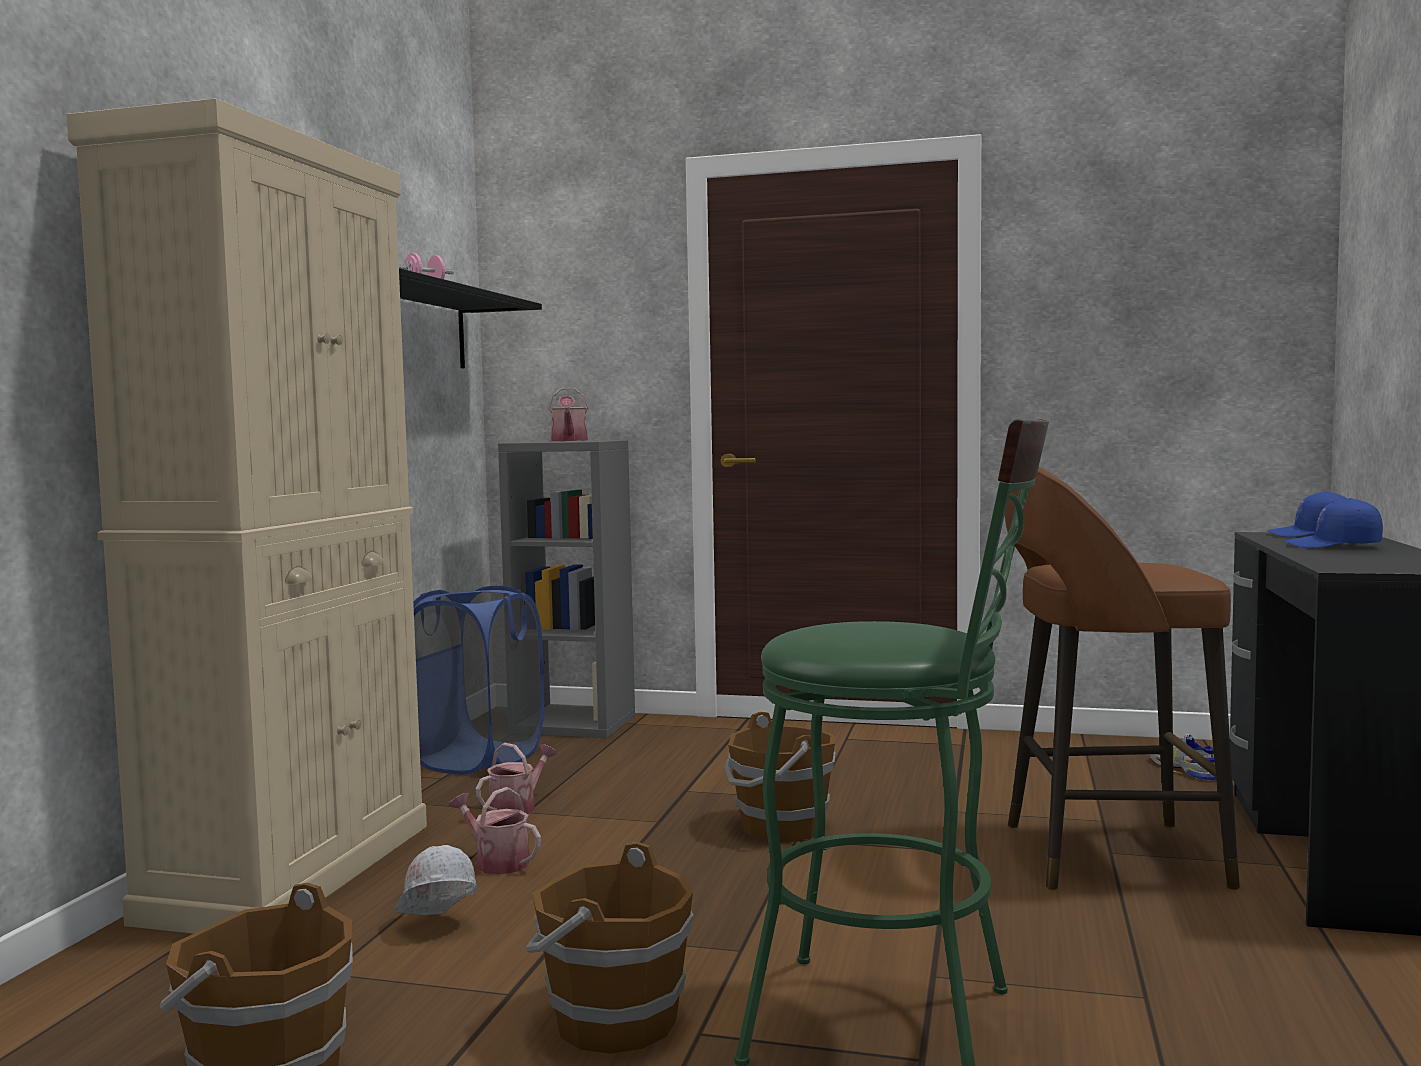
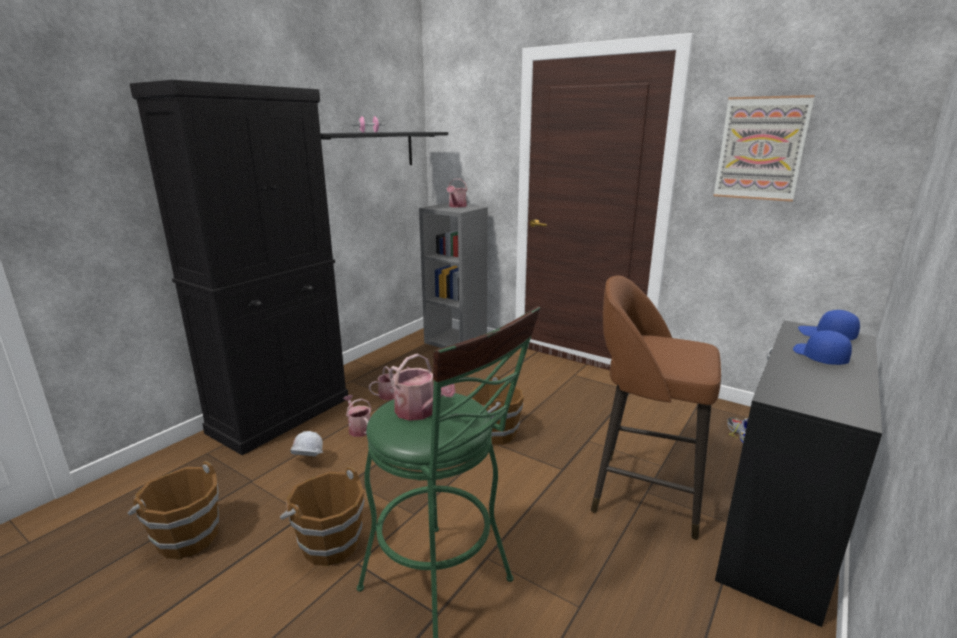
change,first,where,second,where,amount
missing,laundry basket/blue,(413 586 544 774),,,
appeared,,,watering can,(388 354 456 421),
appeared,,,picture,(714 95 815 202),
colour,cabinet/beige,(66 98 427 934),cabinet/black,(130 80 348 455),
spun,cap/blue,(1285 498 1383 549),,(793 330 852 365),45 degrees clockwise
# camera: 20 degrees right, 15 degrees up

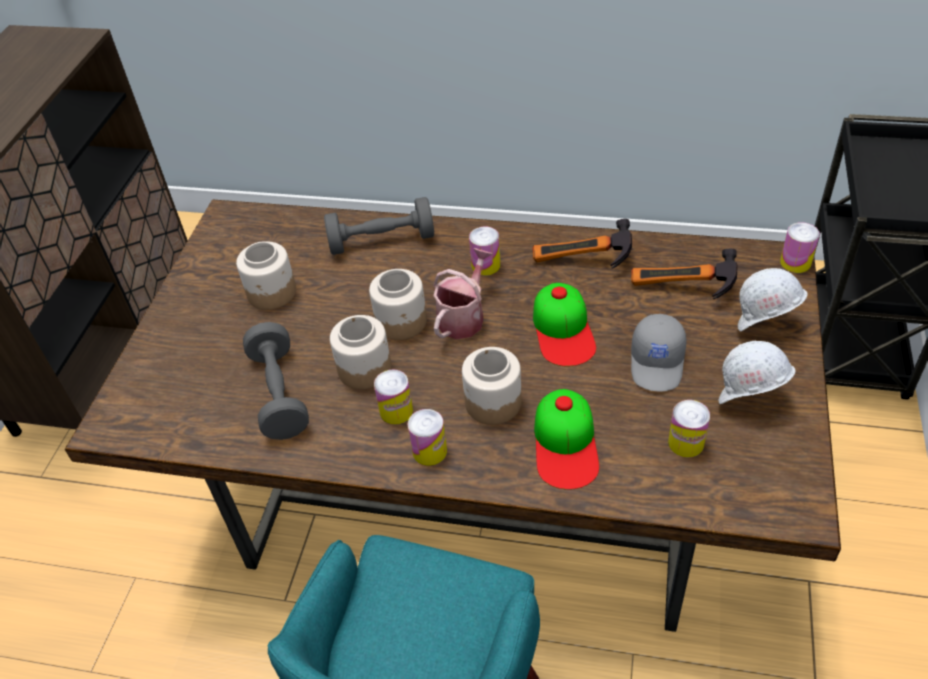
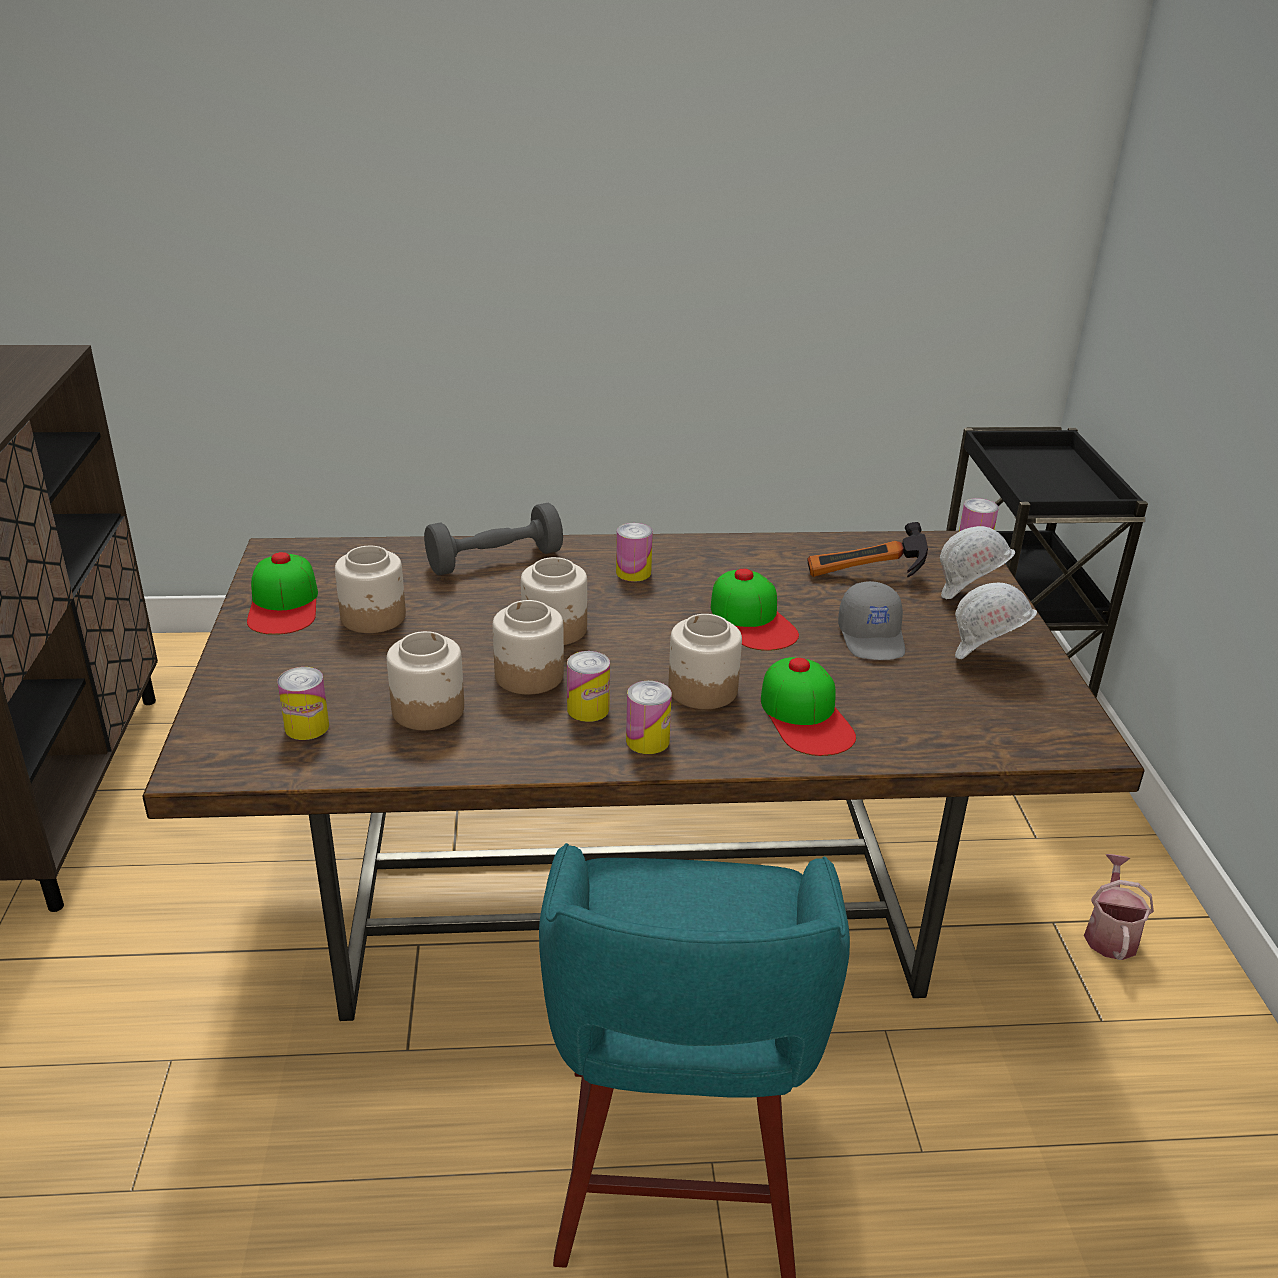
change,first,where,second,where,amount
missing,hammer,(532 219 632 268),,,
appeared,,,cap,(247 552 318 635),
relocated,watering can,(433 248 492 339),,(1084 854 1154 960),
relocated,can,(668 400 710 457),,(277 667 329 740),
exchanged,dumbbell/grey,(243 322 309 440),jar,(387 631 464 730),
# camera: 20 degrees left, 15 degrees down

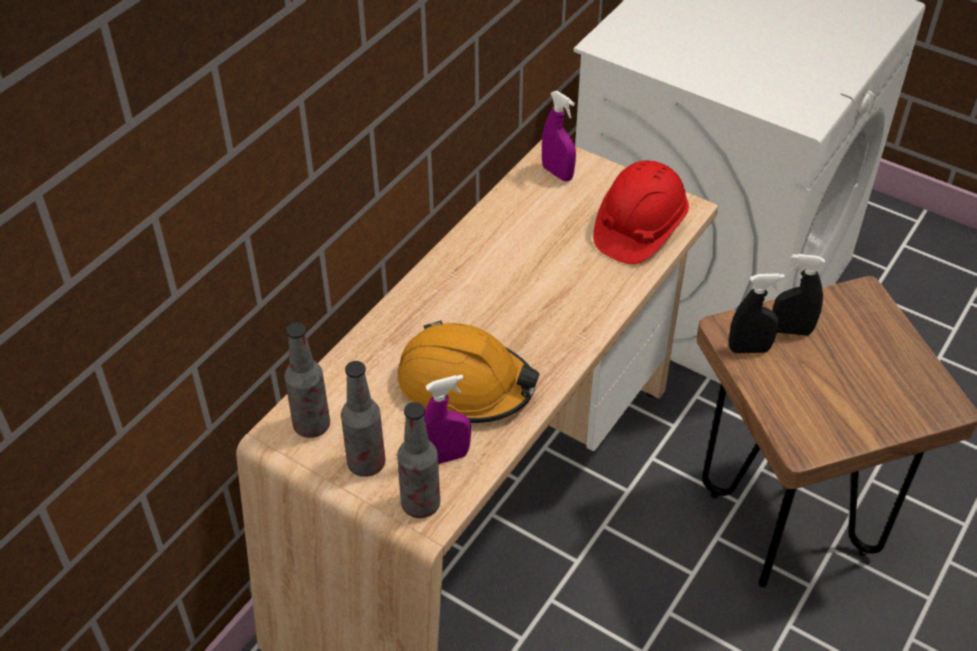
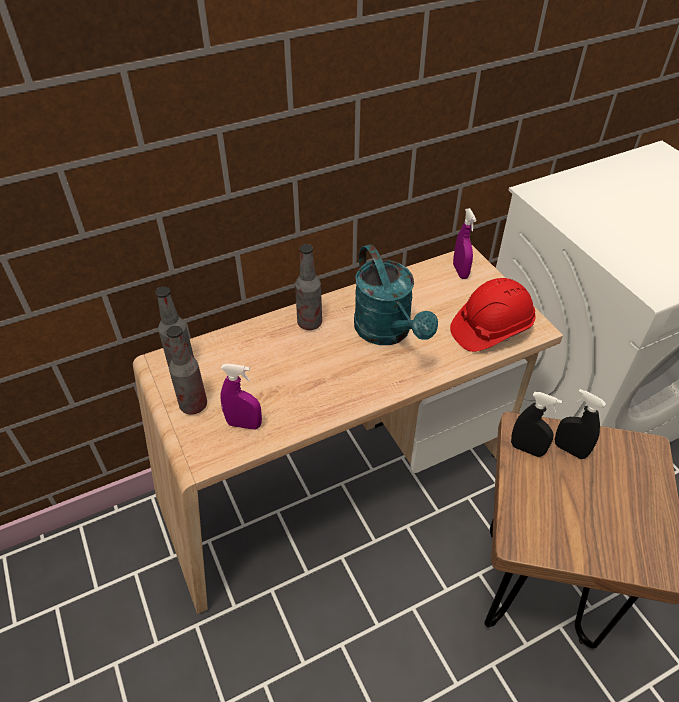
change,first,where,second,where,amount
missing,hard hat/orange,(397 320 540 423),,,
appeared,,,watering can/turquoise,(354 244 438 345),
relocated,bottle,(397 402 440 518),,(295 244 322 330),
# camera: 30 degrees right, 0 degrees up

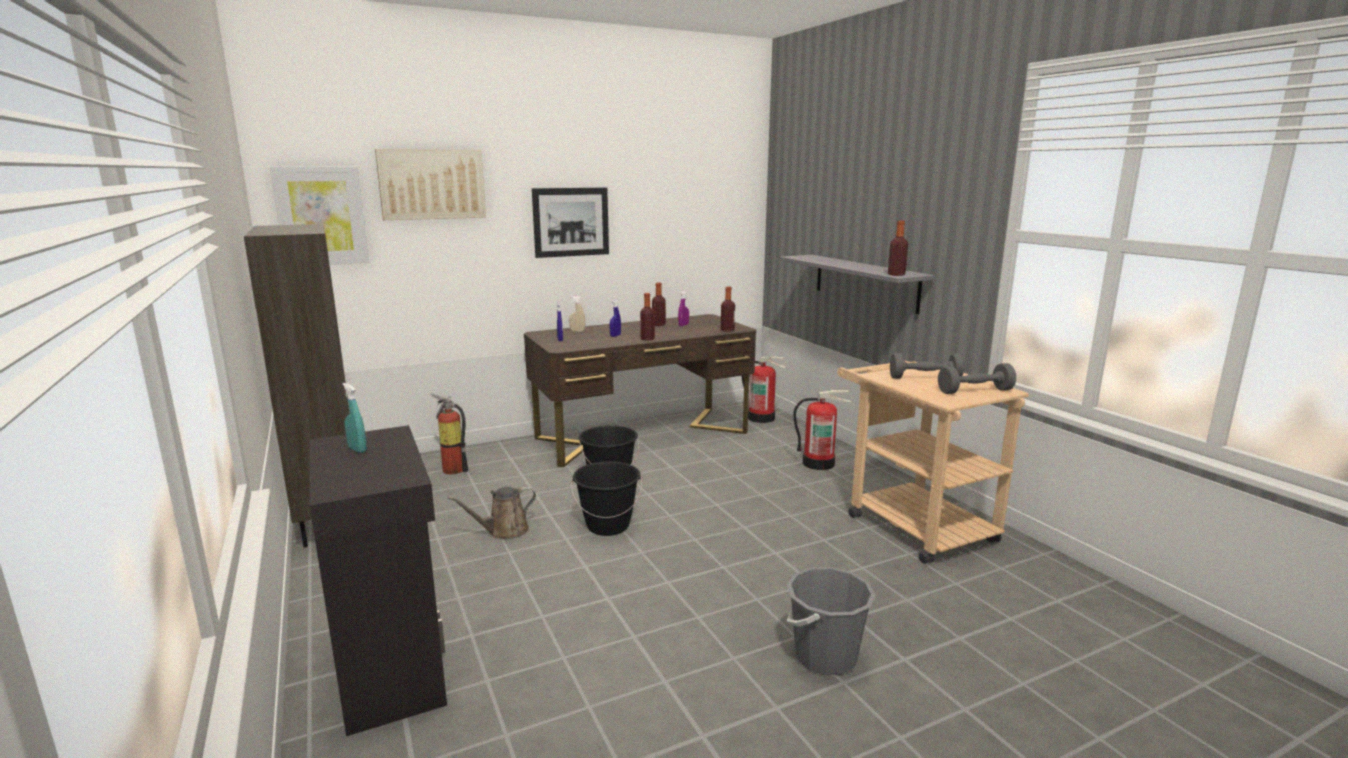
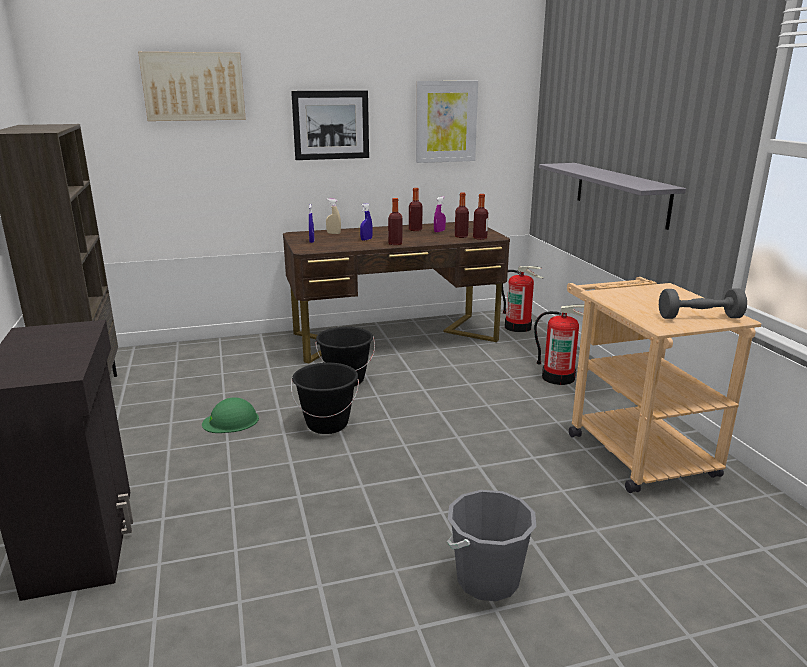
change,first,where,second,where,amount
missing,spray bottle/turquoise,(342 383 367 453),,,
missing,fire extinguisher,(431 393 468 474),,,
missing,dumbbell/grey,(890 353 964 379),,,
relocated,picture,(270 167 369 265),,(416 81 478 163),
relocated,bottle,(888 221 908 276),,(455 193 469 238),
exchanged,watering can/brown,(448 486 536 539),hard hat/green,(202 398 259 433),
# camera: 10 degrees right, 5 degrees up

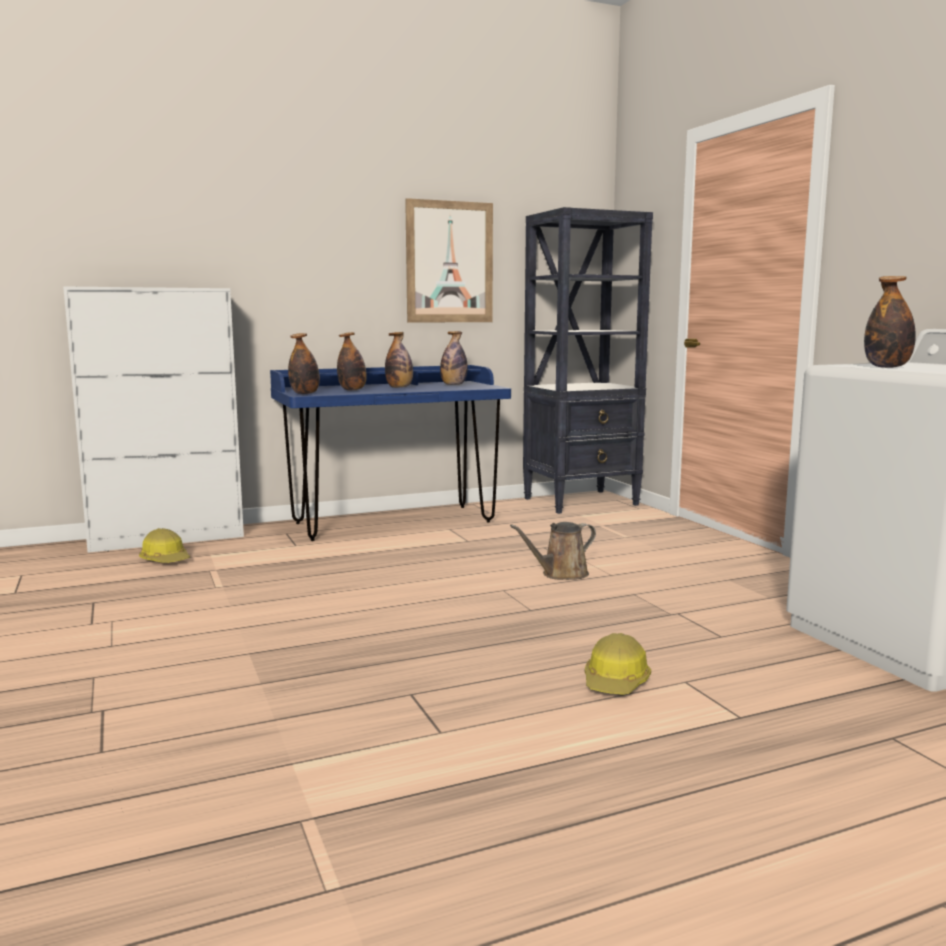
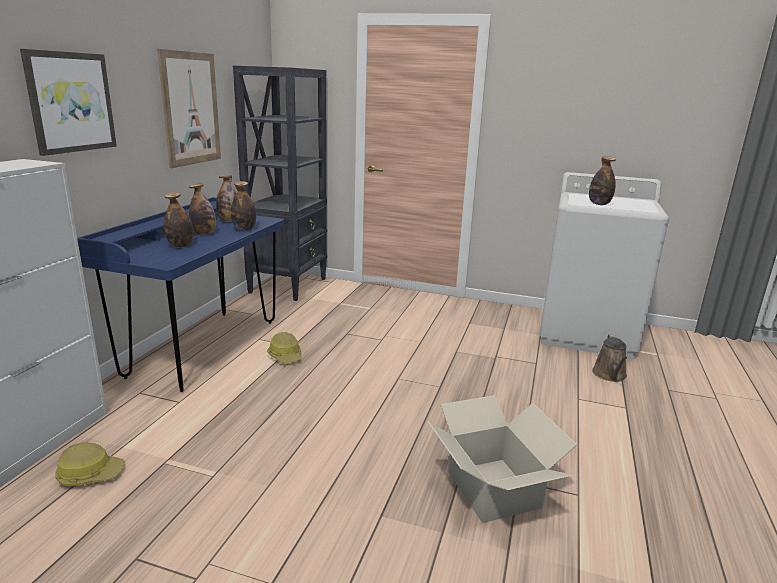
change,first,where,second,where,amount
appeared,,,picture,(20 49 117 156),
appeared,,,cardboard box,(428 395 577 523),
relocated,bottle,(288 333 320 394),,(231 181 256 230),
relocated,watering can/brown,(510 522 596 580),,(592 334 627 382),
relocated,hard hat,(585 633 651 695),,(267 332 302 363),
# camera: 50 degrees left, 10 degrees up

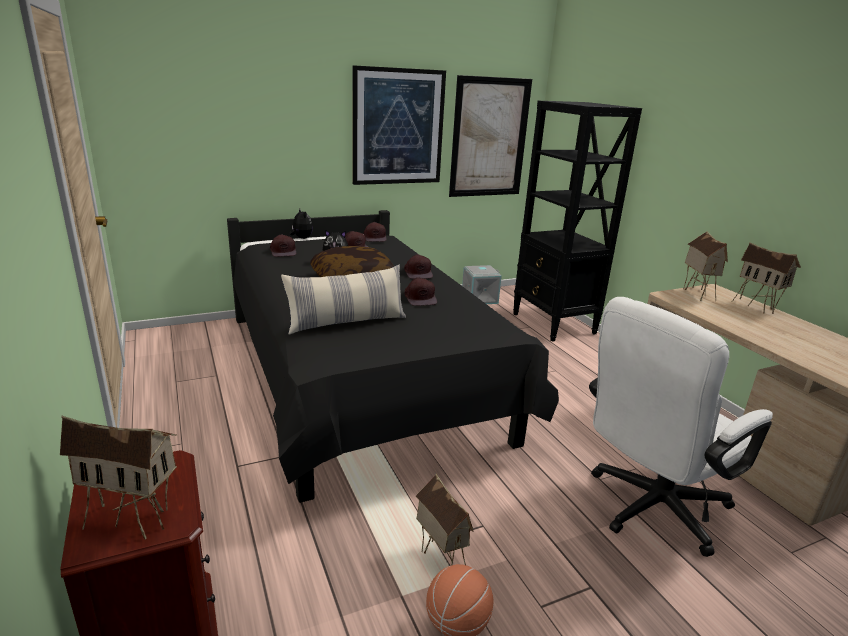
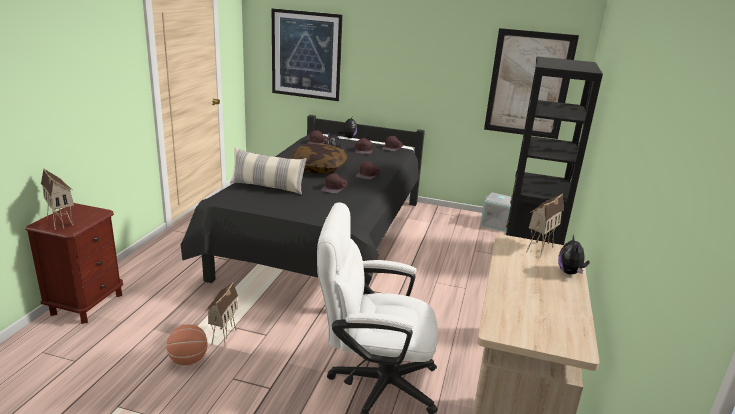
change,first,where,second,where,amount
relocated,picture,(353 65 446 185),,(272 8 343 101),
exchanged,toy house,(732 242 801 314),plush toy,(558 235 590 274),
# camera: 40 degrees right, 0 degrees up

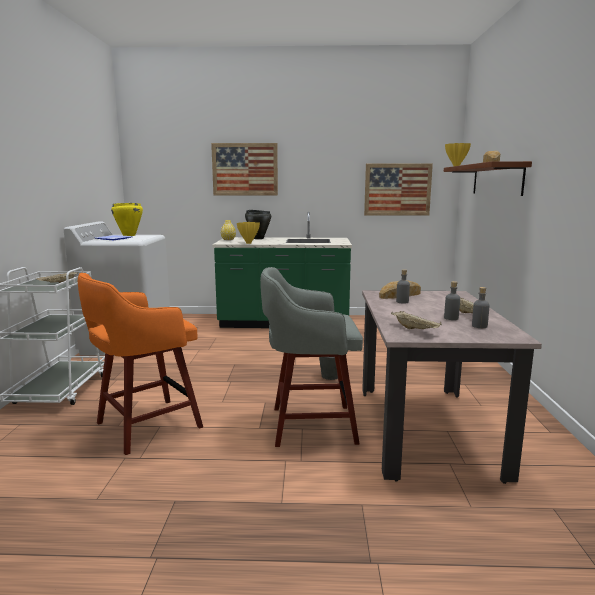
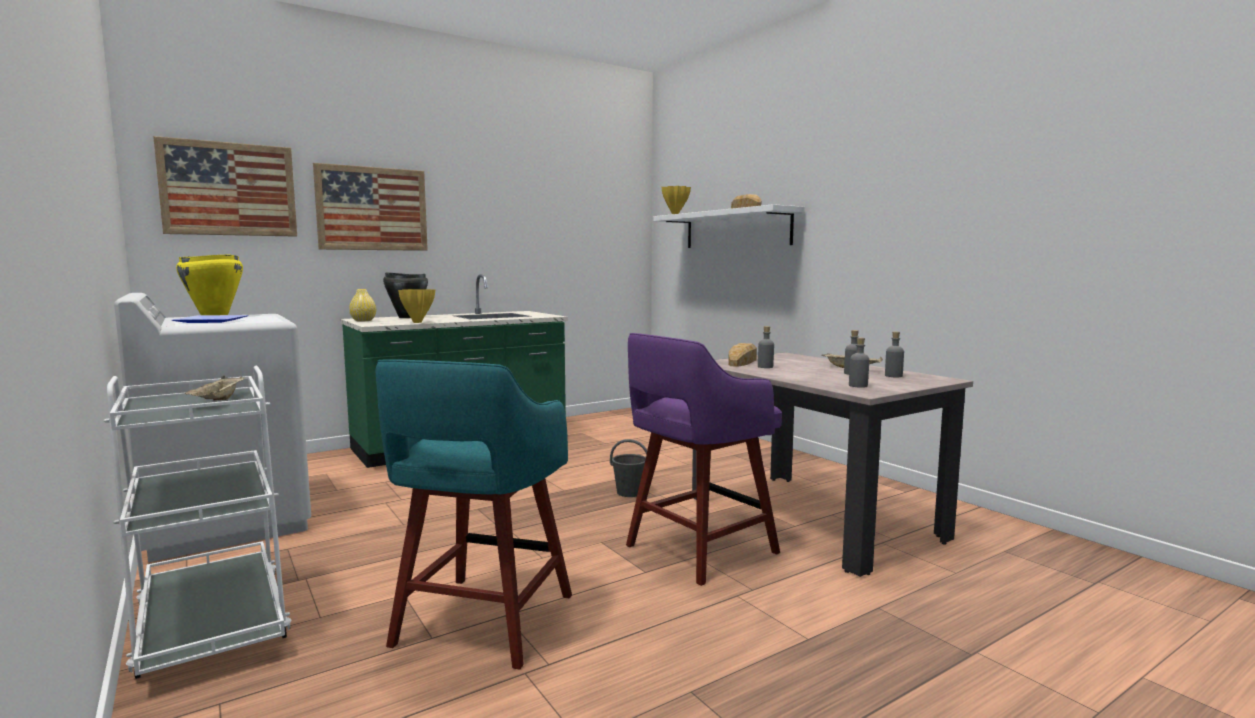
change,first,where,second,where,amount
relocated,picture,(364 163 433 216),,(153 136 297 237),
exchanged,tray/beige,(391 311 442 329),bottle/grey,(849 338 869 388),
colour,stool/orange,(78 273 203 455),stool/turquoise,(375 359 572 670),
colour,stool/grey,(260 267 363 447),stool/purple,(626 333 782 586),
colour,shelf/brown,(444 161 532 196),shelf/white,(653 204 805 248),
# camera: 35 degrees left, 5 degrees down

